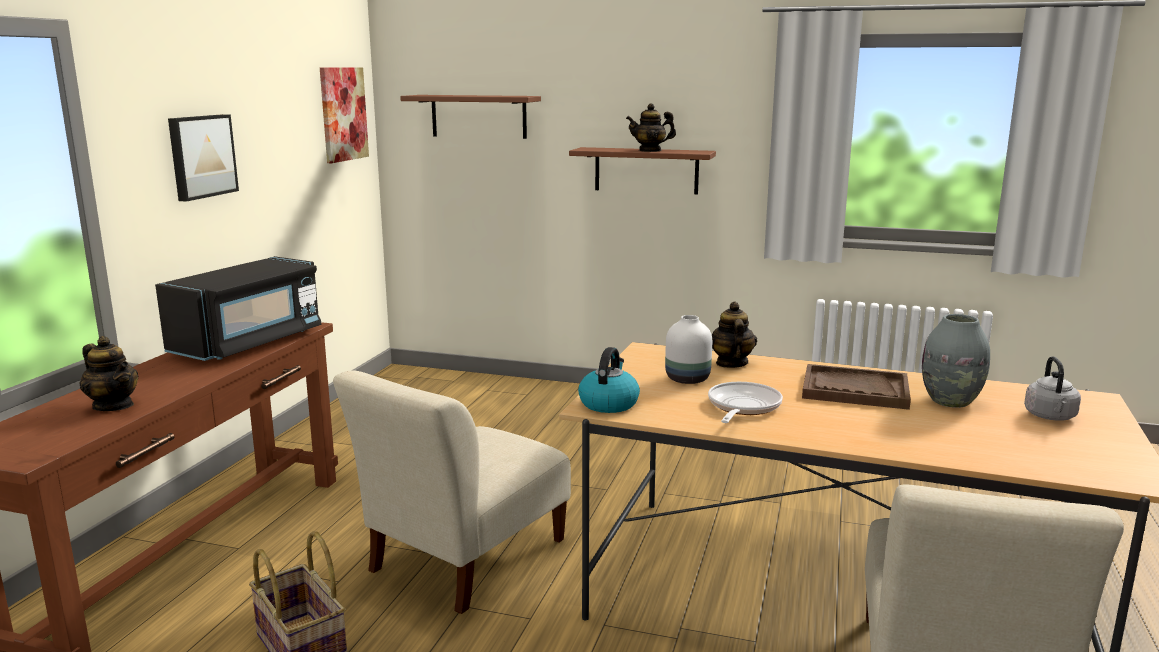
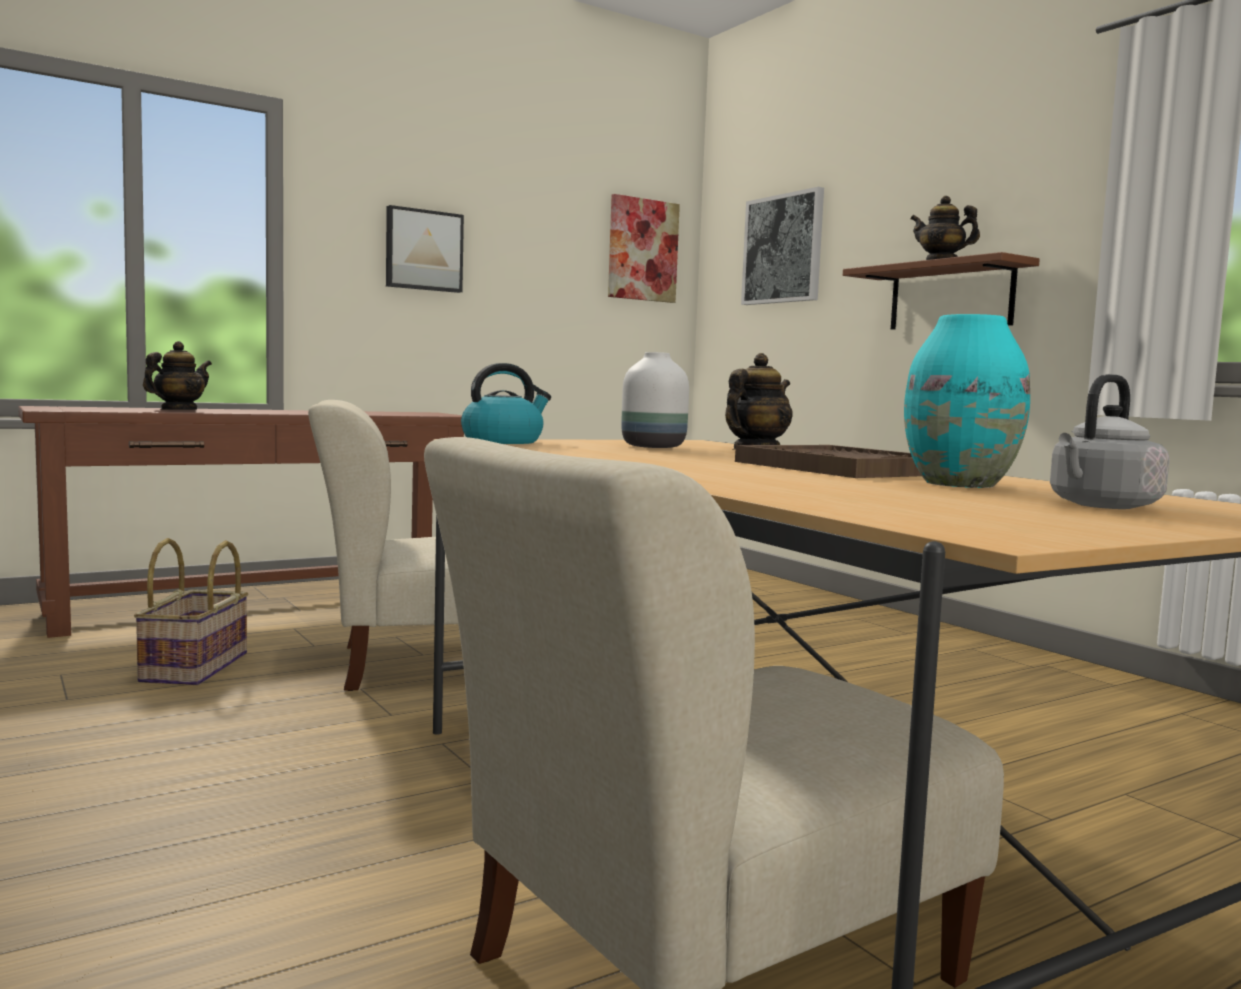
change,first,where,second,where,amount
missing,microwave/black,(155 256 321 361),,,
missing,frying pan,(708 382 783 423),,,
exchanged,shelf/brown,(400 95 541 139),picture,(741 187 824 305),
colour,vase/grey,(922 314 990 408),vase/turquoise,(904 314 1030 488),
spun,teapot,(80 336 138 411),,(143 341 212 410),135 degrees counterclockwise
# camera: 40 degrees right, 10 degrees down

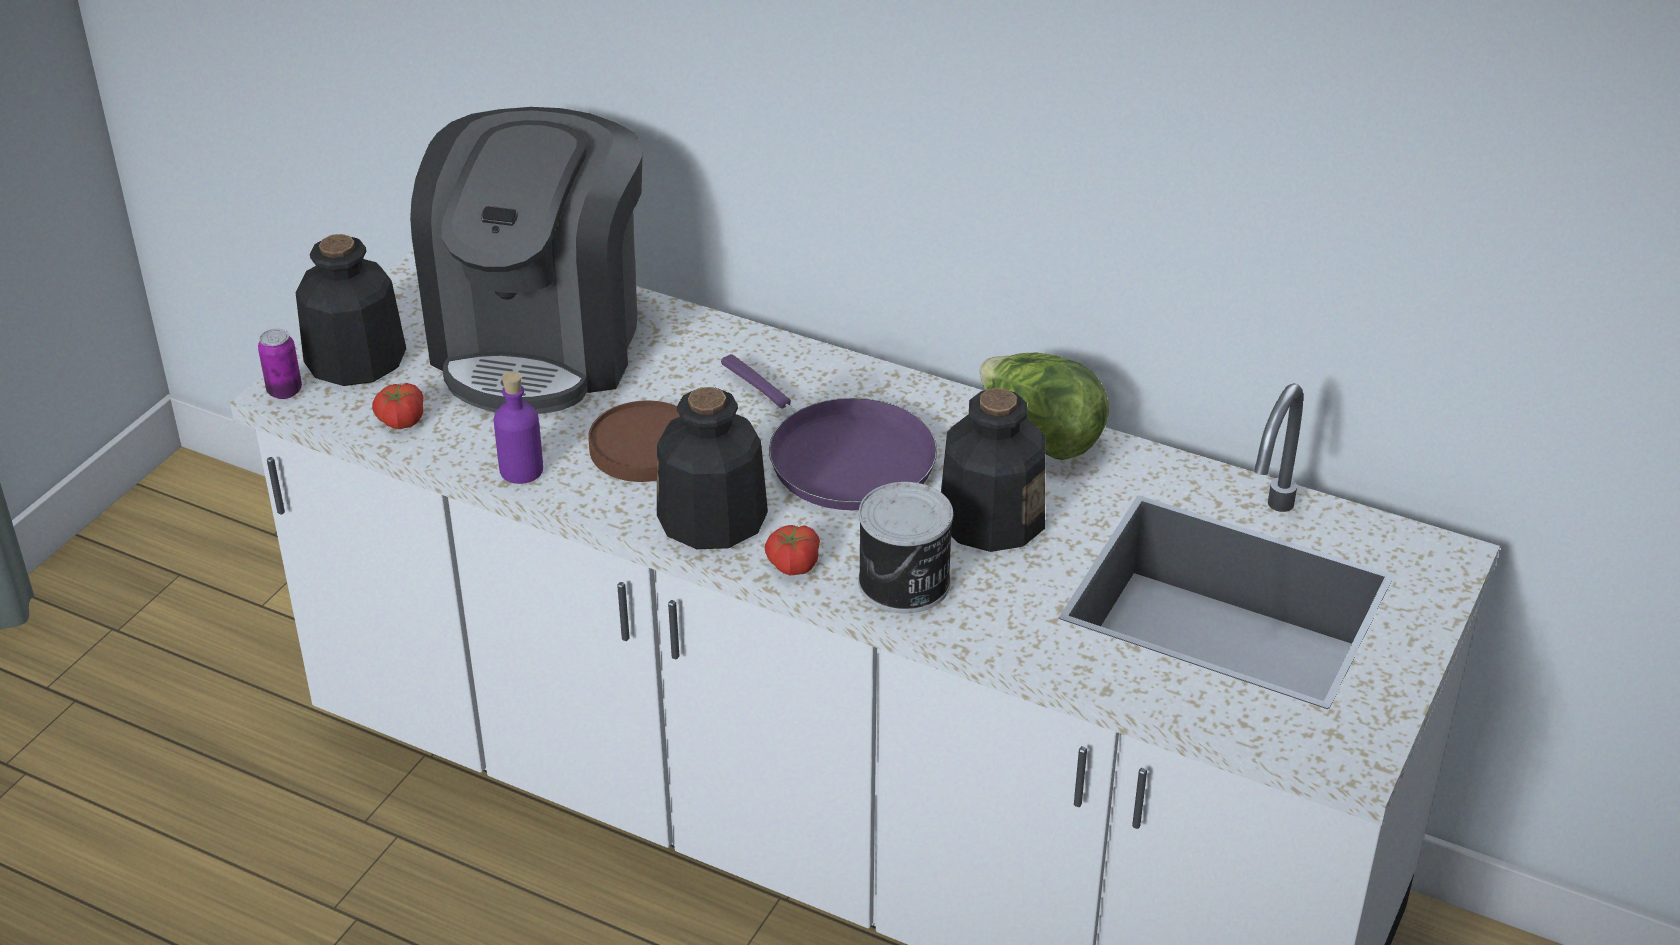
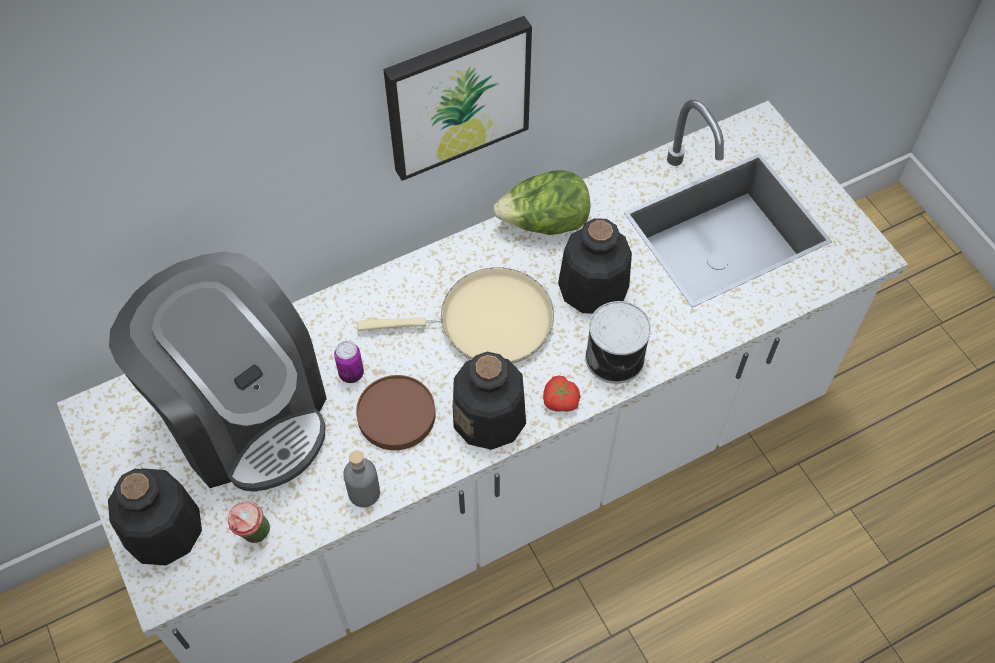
change,first,where,second,where,amount
appeared,,,picture,(383 16 532 181),
relocated,can,(258 328 302 399),,(334 341 364 383),
exchanged,tomato,(372 383 423 429),cup,(228 501 270 543),
colour,bottle/purple,(494 371 543 484),bottle/grey,(343 450 380 507),
colour,frying pan/purple,(721 354 937 510),frying pan/beige,(357 267 554 364),
# camera: 55 degrees left, 20 degrees up

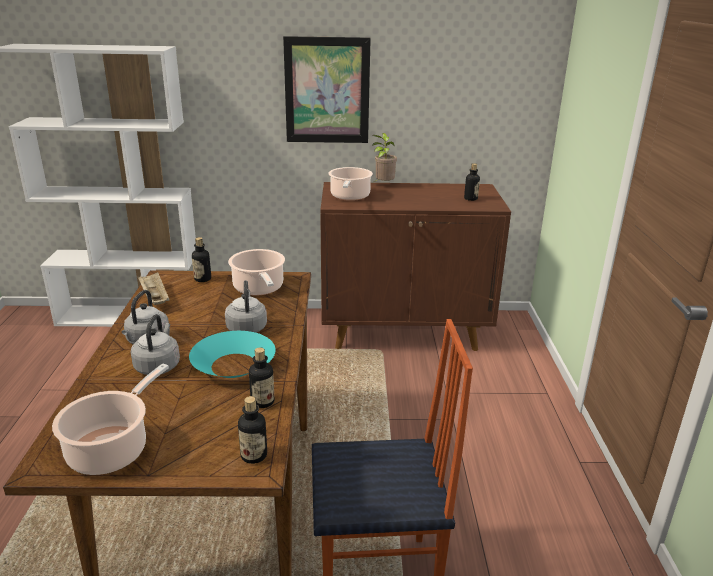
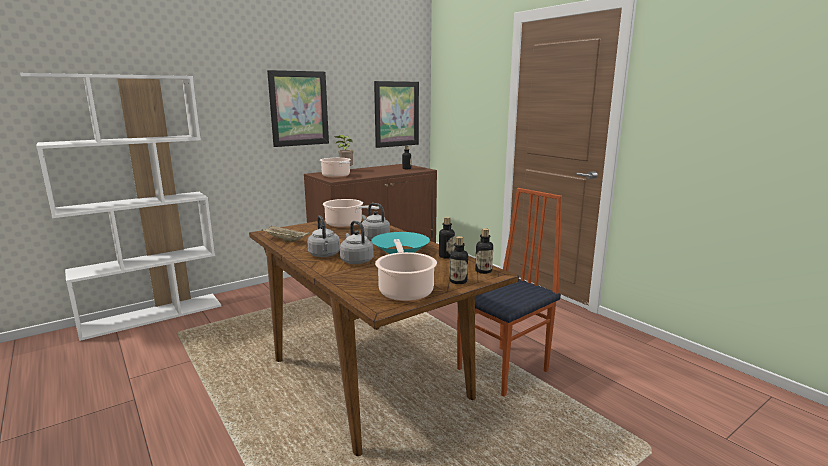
change,first,where,second,where,amount
appeared,,,picture,(374 81 419 148),
relocated,bottle,(192 237 211 282),,(449 236 468 284),
# camera: 35 degrees left, 10 degrees down

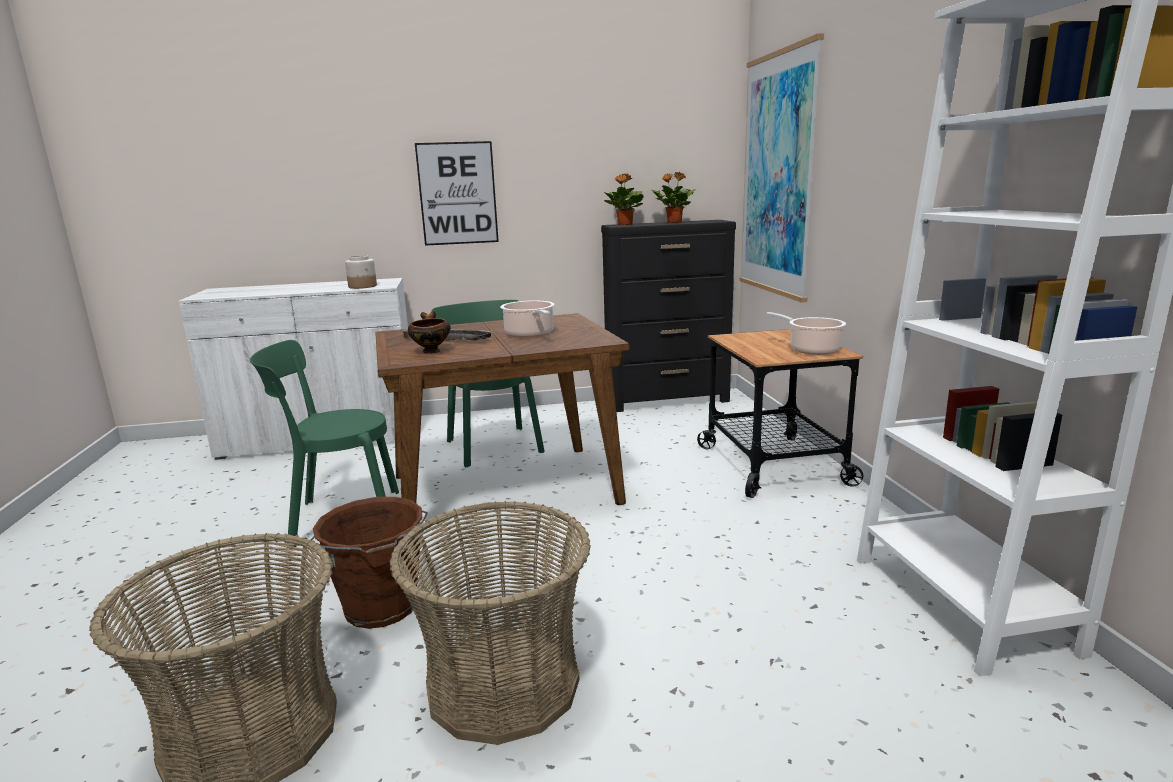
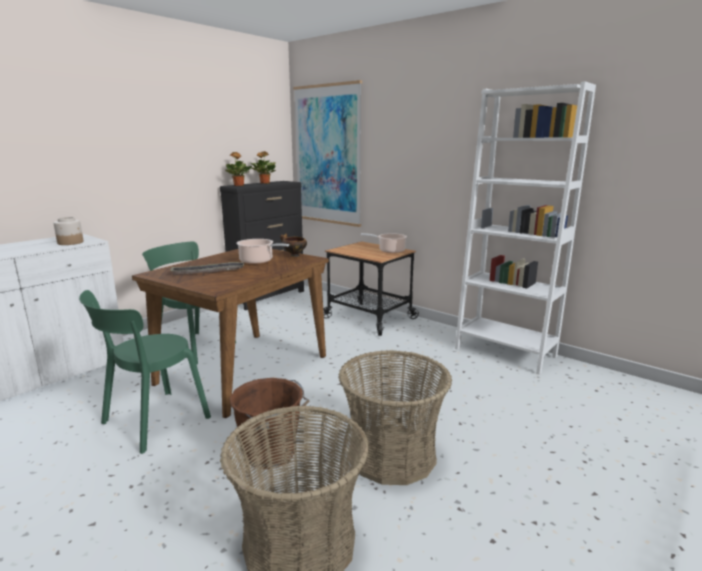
change,first,where,second,where,amount
missing,picture,(415 141 499 246),,,
relocated,bowl,(408 311 451 354),,(280 233 307 257),
# camera: 40 degrees left, 0 degrees up

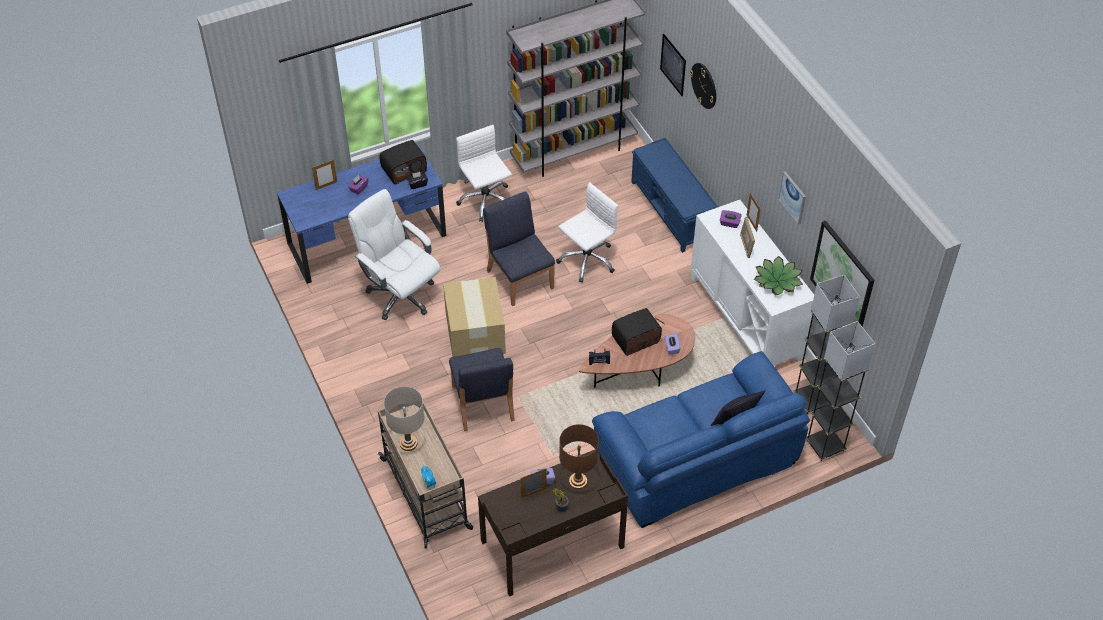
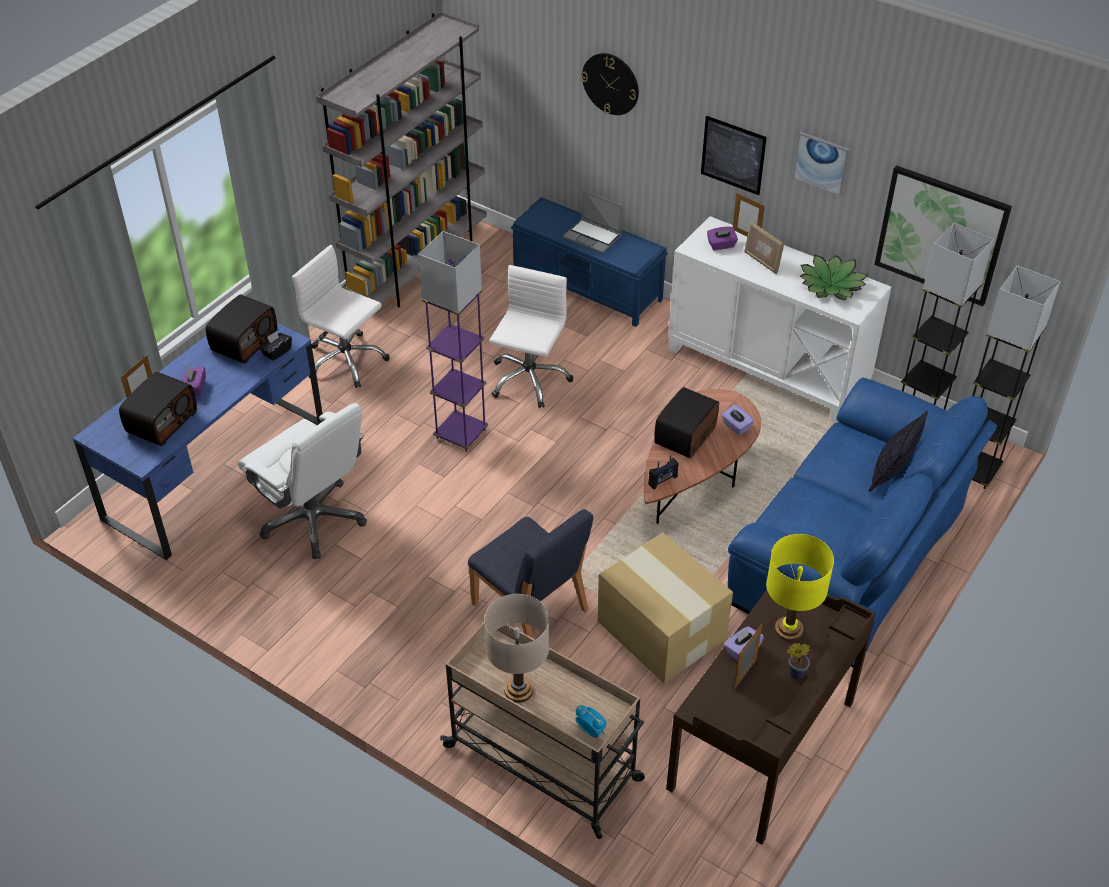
change,first,where,second,where,amount
appeared,,,radio,(119 372 197 446),
appeared,,,laptop,(563 190 623 254),
relocated,cardboard box,(443 277 506 357),,(598 533 733 684),
relocated,picture,(660 34 686 96),,(701 116 767 195),
exchanged,chair/blue,(483 191 555 306),floor lamp/purple,(418 231 488 452),
colour,table lamp/brown,(559 424 599 490),table lamp/yellow,(766 534 834 641),
spun,office chair/white,(348 189 441 320),,(238 403 367 559),150 degrees counterclockwise
# camera: 30 degrees left, 5 degrees down

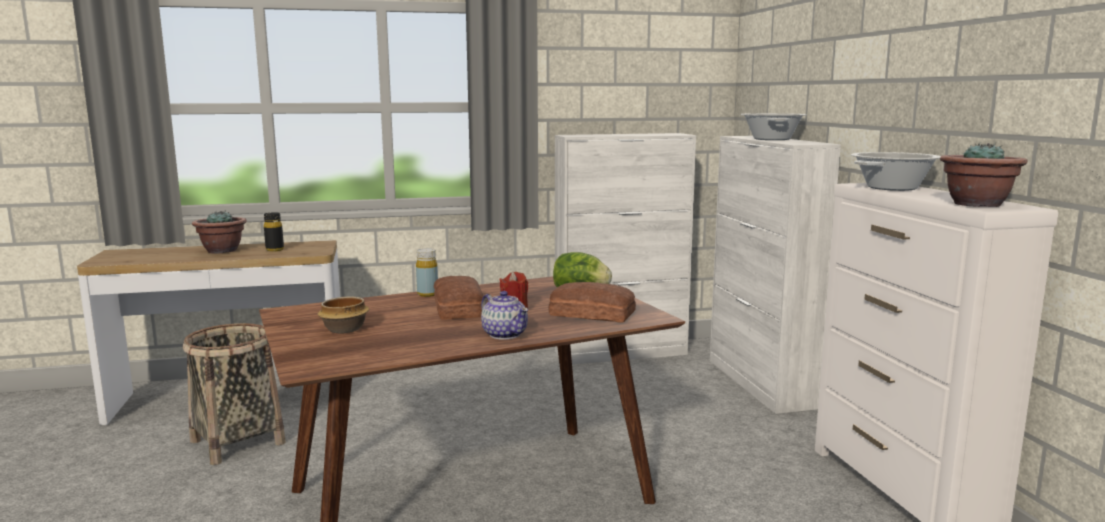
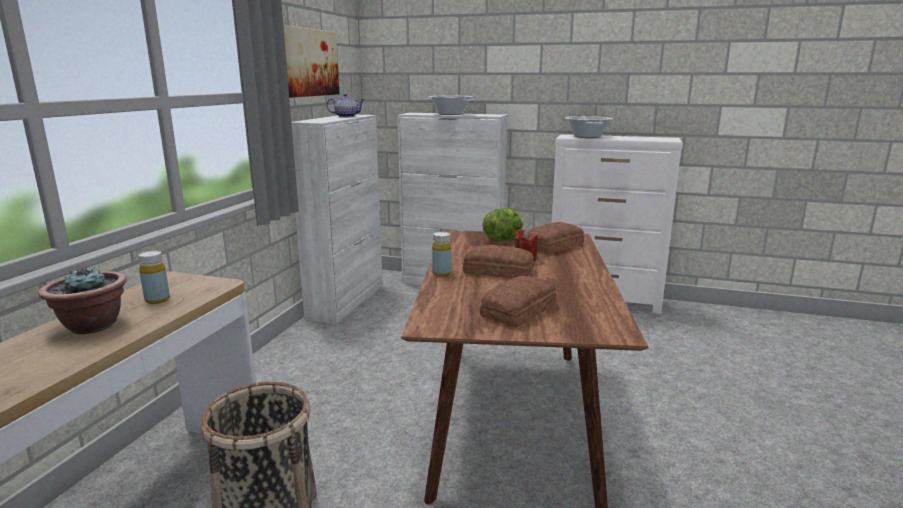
change,first,where,second,where,amount
missing,potted plant,(940 142 1027 207),,,
appeared,,,picture,(283 25 339 98),
relocated,teapot,(481 291 528 340),,(326 94 365 117),
exchanged,bowl,(318 297 369 334),bread,(480 276 556 328),
colour,bottle/black,(264 212 284 252),bottle/yellow,(138 251 170 304),
# camera: 60 degrees left, 5 degrees up

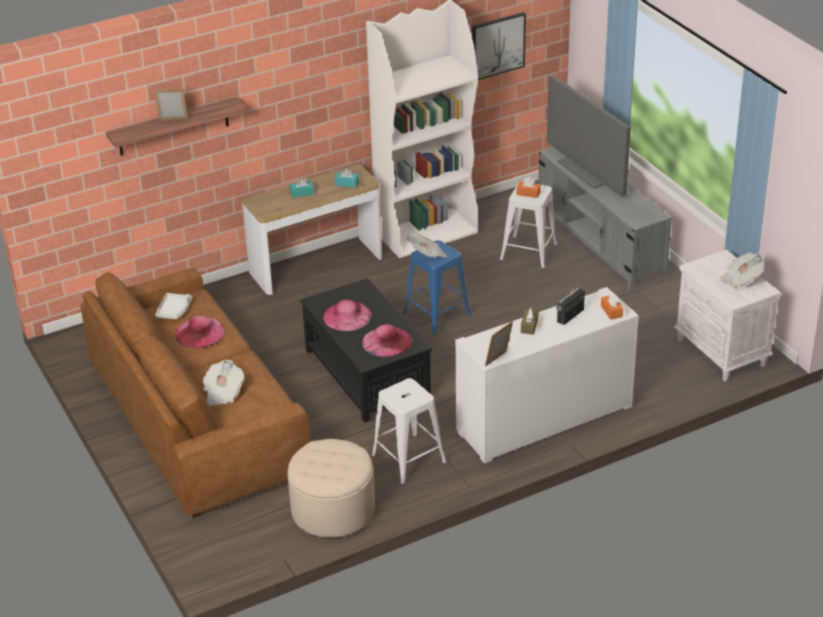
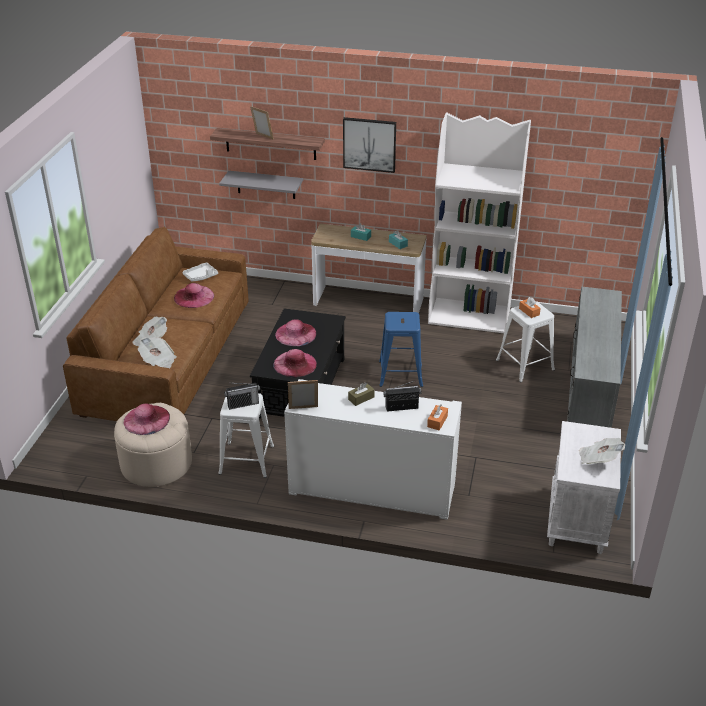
change,first,where,second,where,amount
missing,television,(547 75 631 198),,,
appeared,,,hat/pink,(124 403 170 435),
appeared,,,shelf/grey,(219 171 303 199),
appeared,,,radio,(224 383 260 410),
relocated,newspaper,(406 233 447 258),,(138 337 177 368),
relocated,picture,(472 12 526 80),,(343 117 396 173),
# camera: 40 degrees right, 0 degrees up

